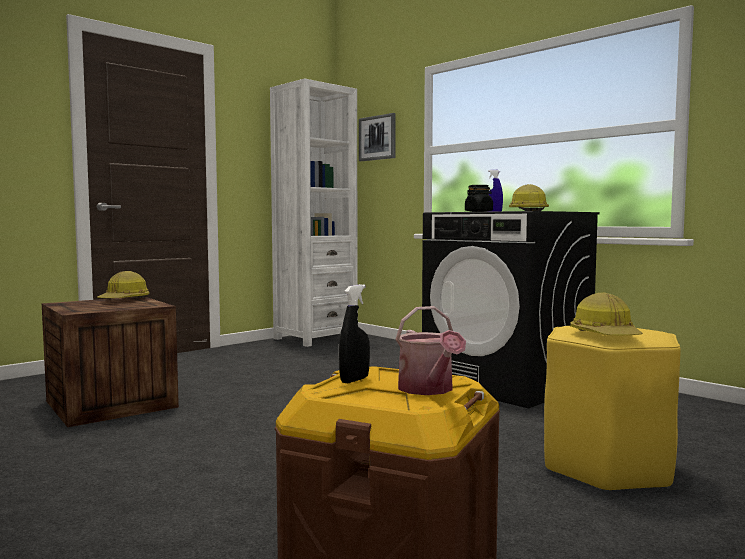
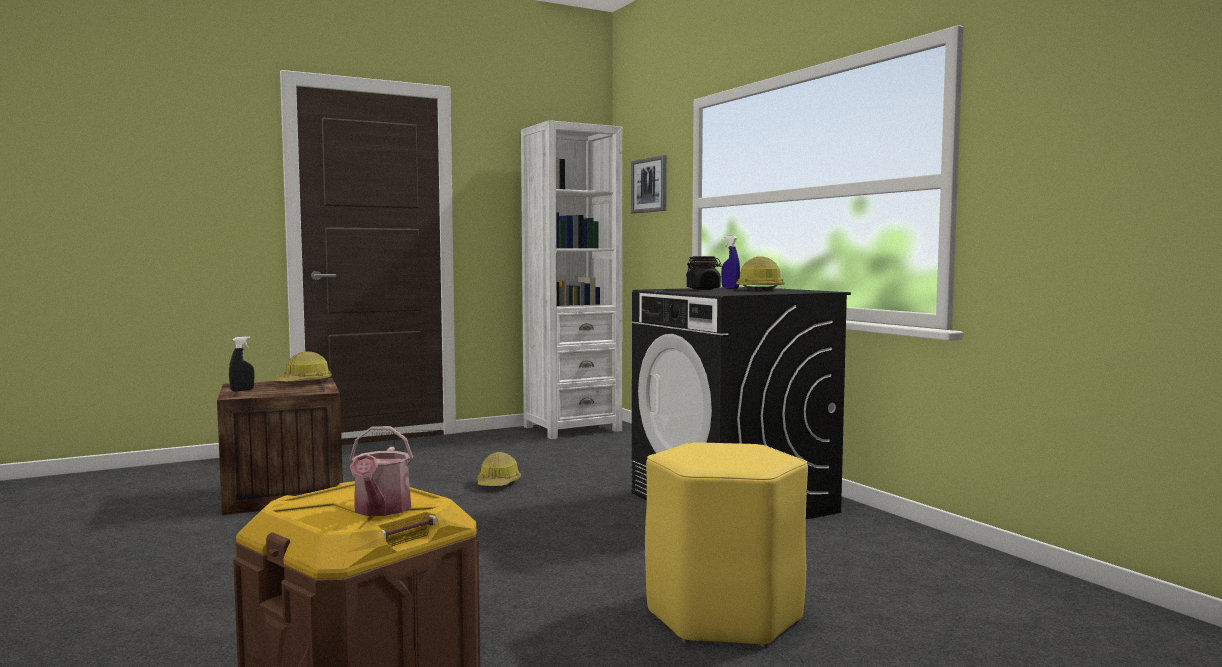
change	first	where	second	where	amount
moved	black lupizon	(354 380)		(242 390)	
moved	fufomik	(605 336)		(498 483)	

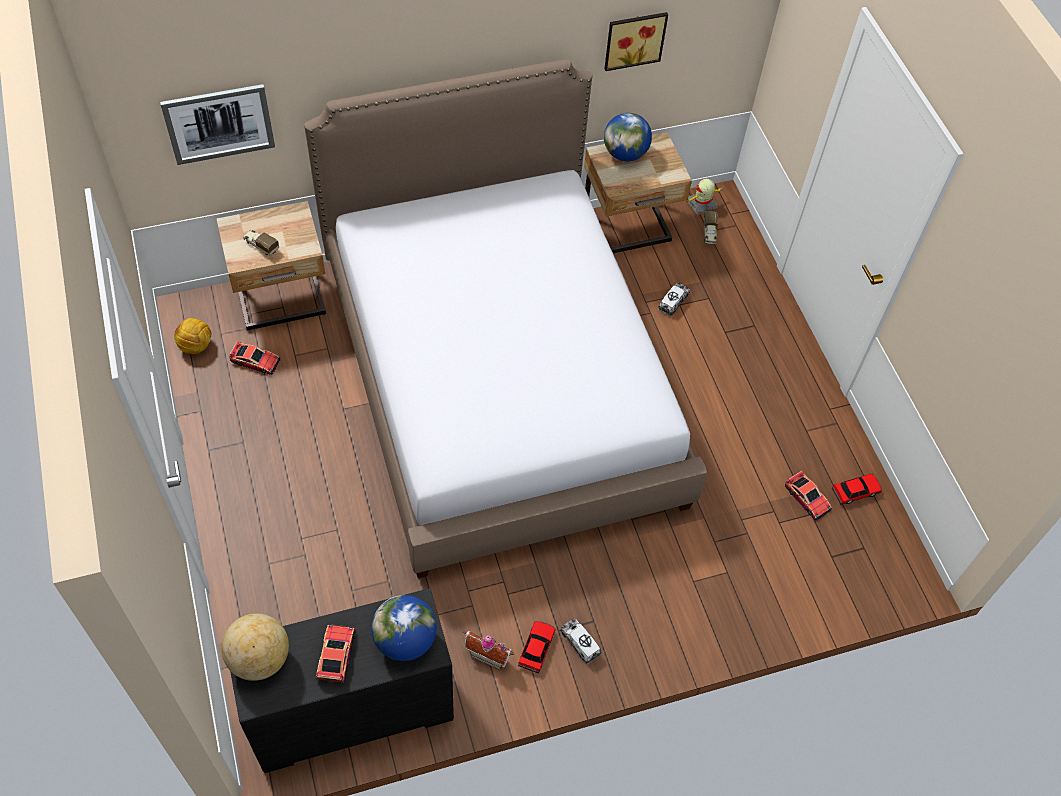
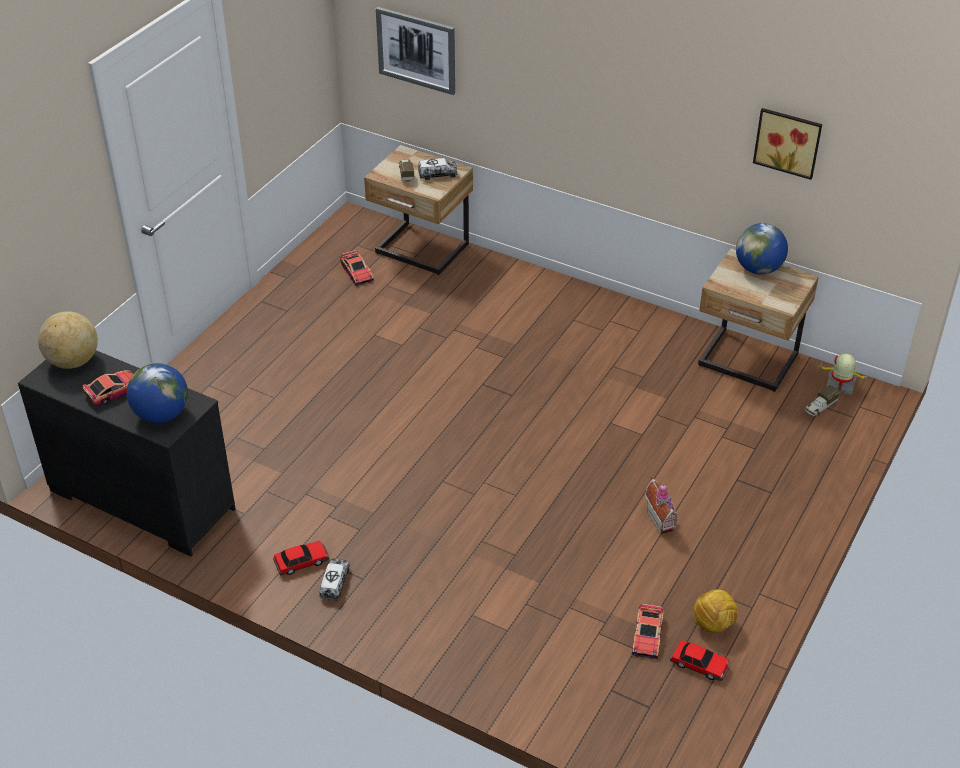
change	first	where	second	where	amount
moved	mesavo	(673 302)		(437 174)	
moved	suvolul	(489 654)		(662 520)	
moved	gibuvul	(196 346)		(713 624)	
removed	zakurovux	(500 381)			

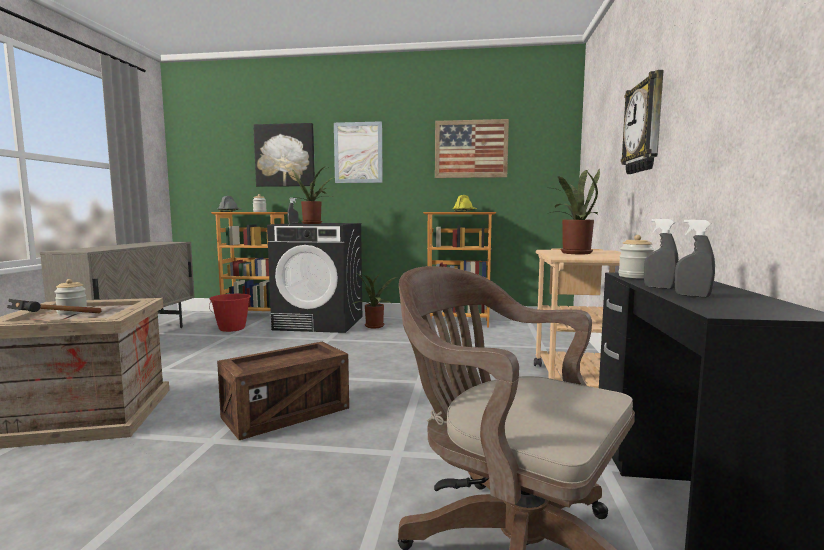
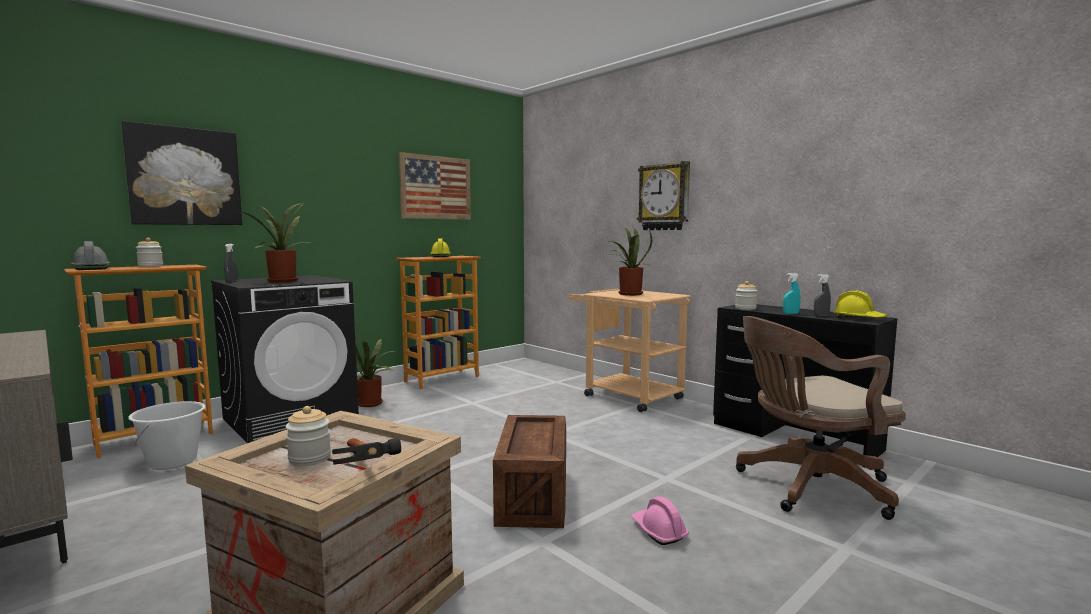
change	first	where	second	where	amount
recoloured	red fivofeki	(232 328)	white fivofeki	(173 462)	
added			pink fufomik	(658 531)	
recoloured	grey lupizon	(659 288)	turquoise lupizon	(791 313)	
added			yellow fufomik	(858 318)	
removed	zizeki	(358 152)			

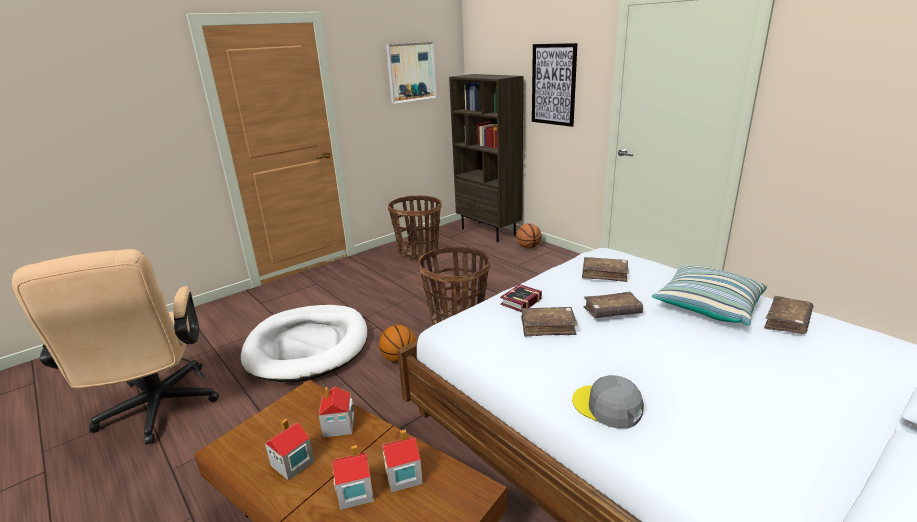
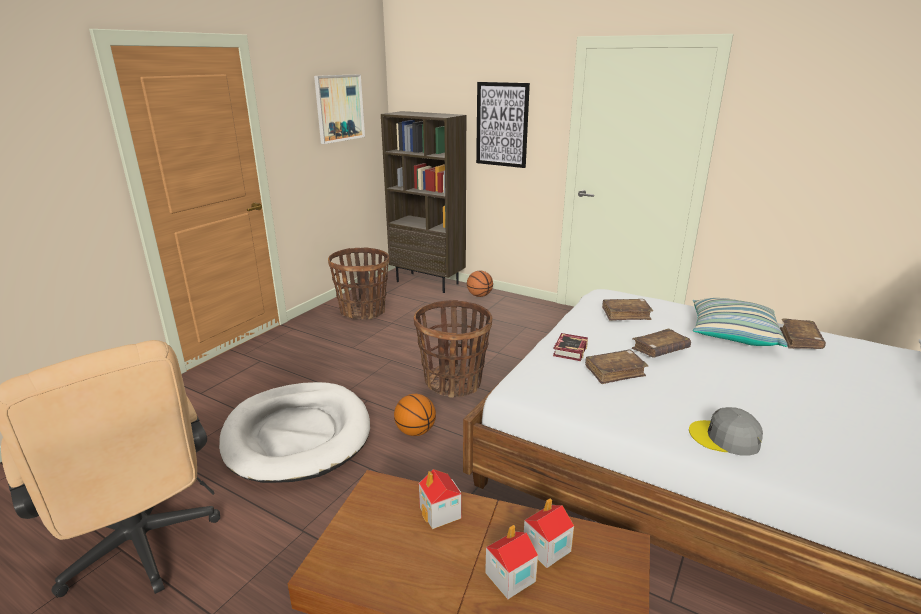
change	first	where	second	where	amount
removed	suvolul	(292 464)			

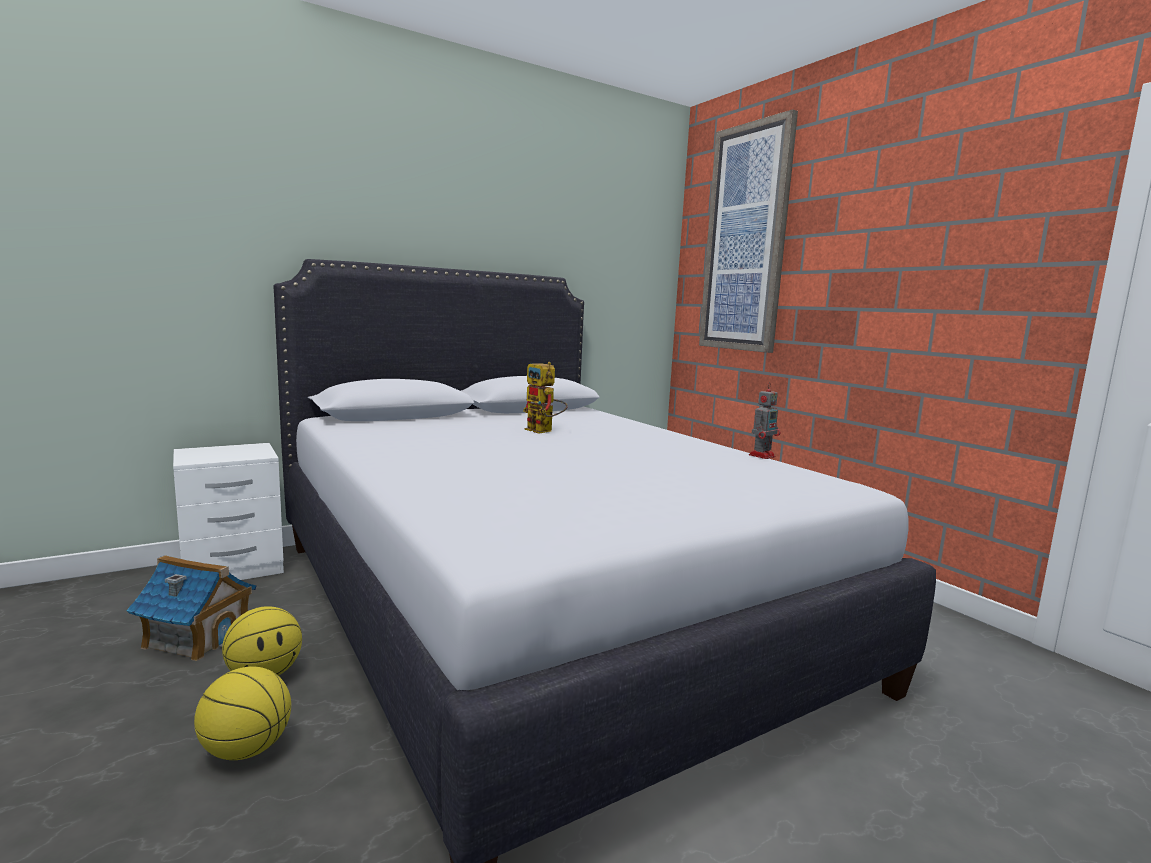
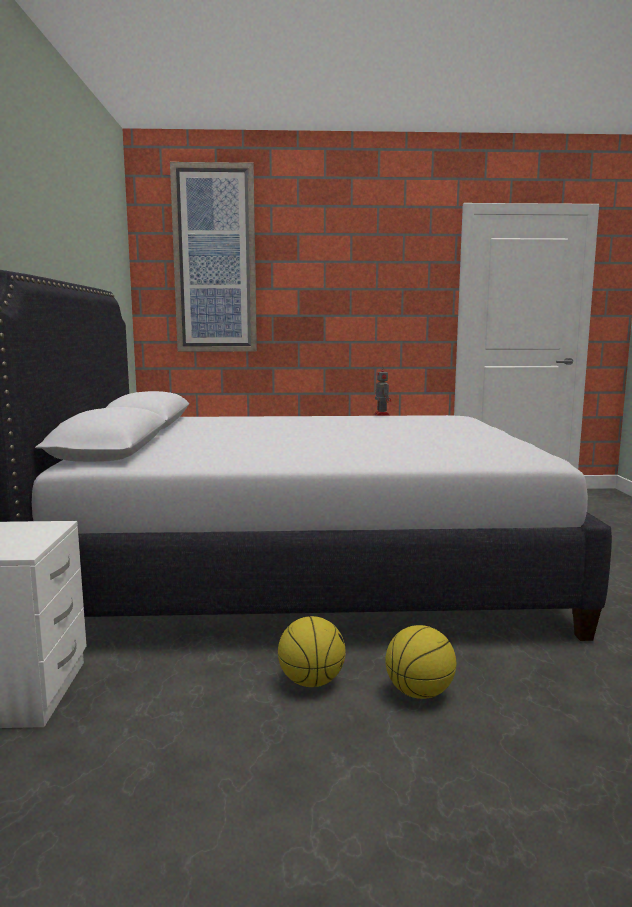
change	first	where	second	where	amount
removed	suvolul	(198 637)			
removed	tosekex	(544 431)			

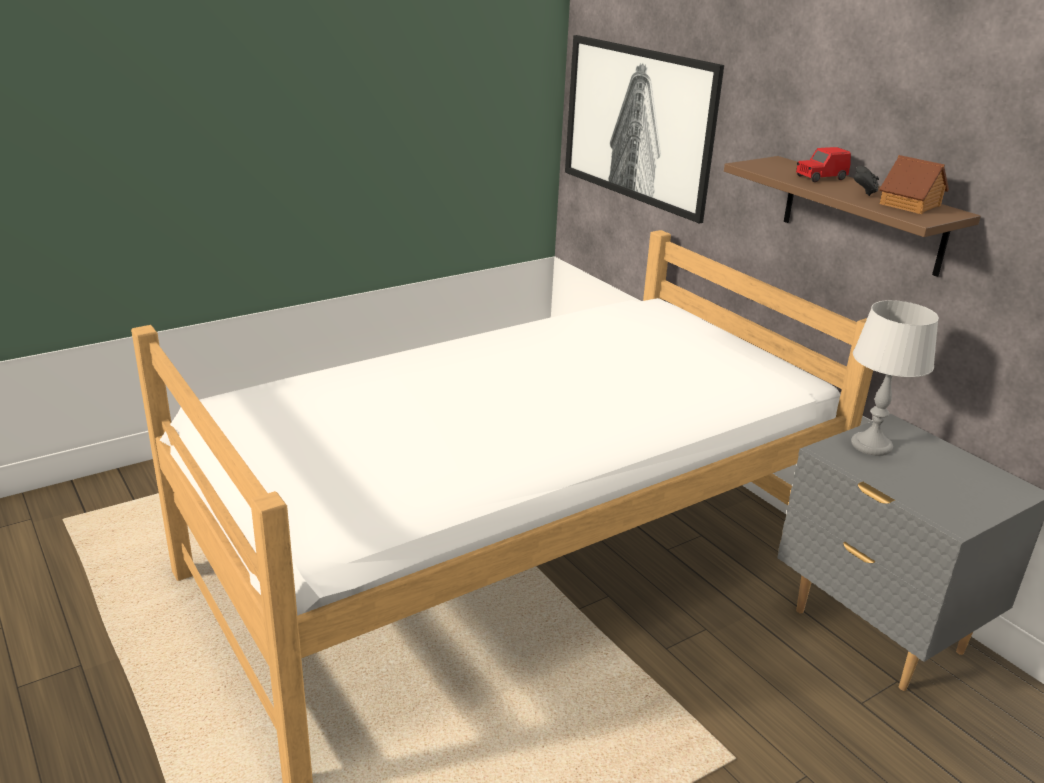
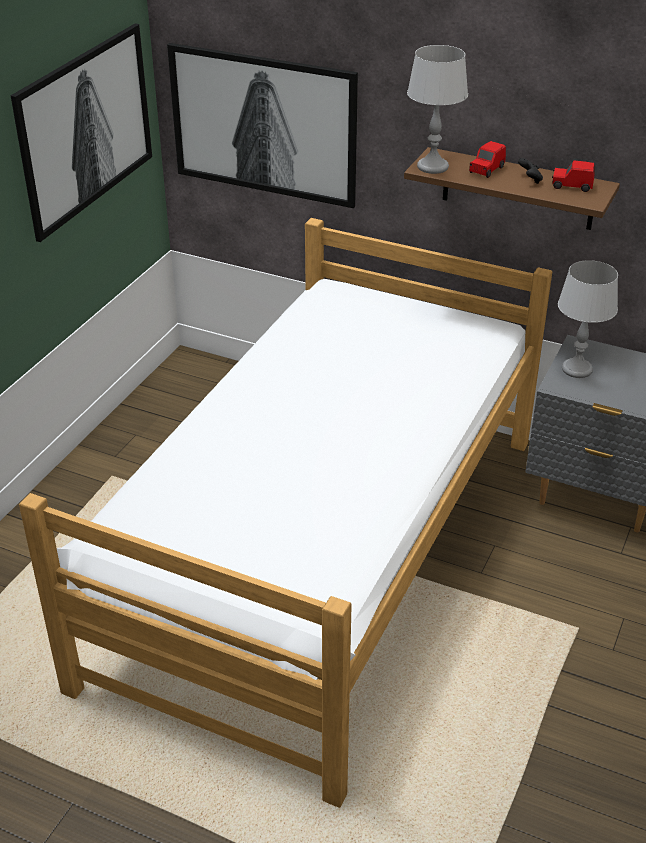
change	first	where	second	where	amount
added			zizeki	(84 128)	
added			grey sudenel	(433 167)	
replaced	suvolul	(911 205)	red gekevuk	(571 186)	

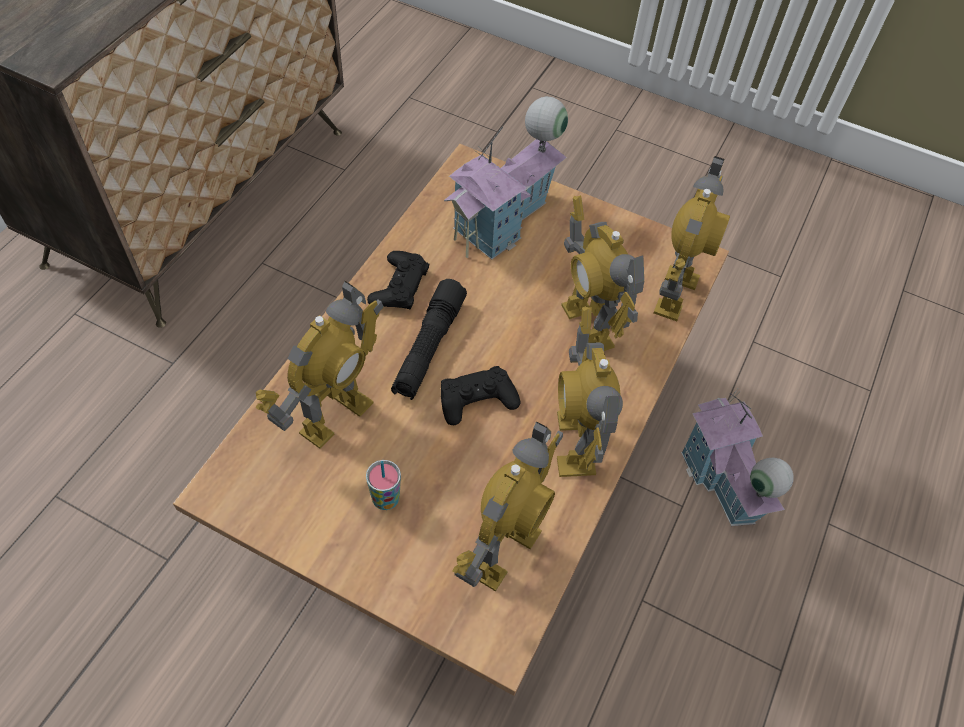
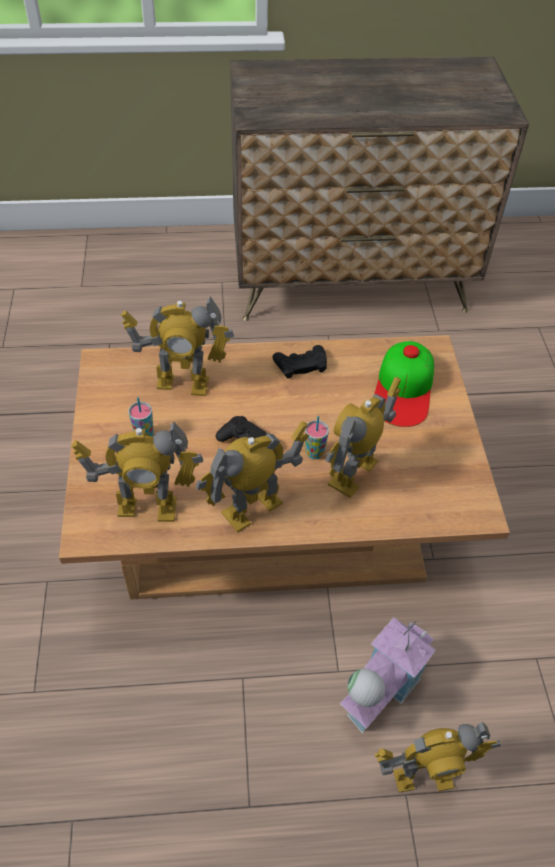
change	first	where	second	where	amount
added			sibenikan	(314 453)	
replaced	suvolul	(504 221)	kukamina	(404 389)	
moved	tosekex	(674 293)		(423 777)	
removed	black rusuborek	(428 347)			

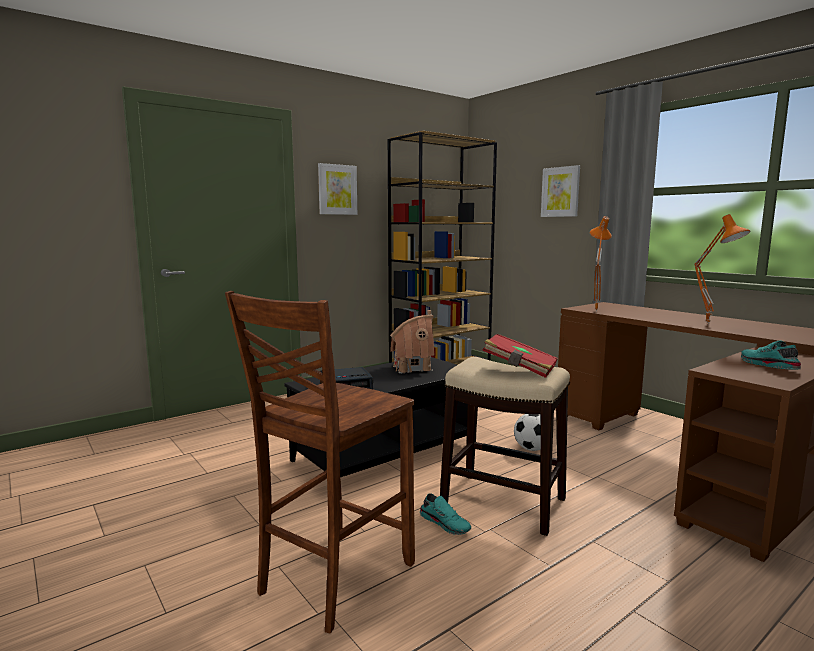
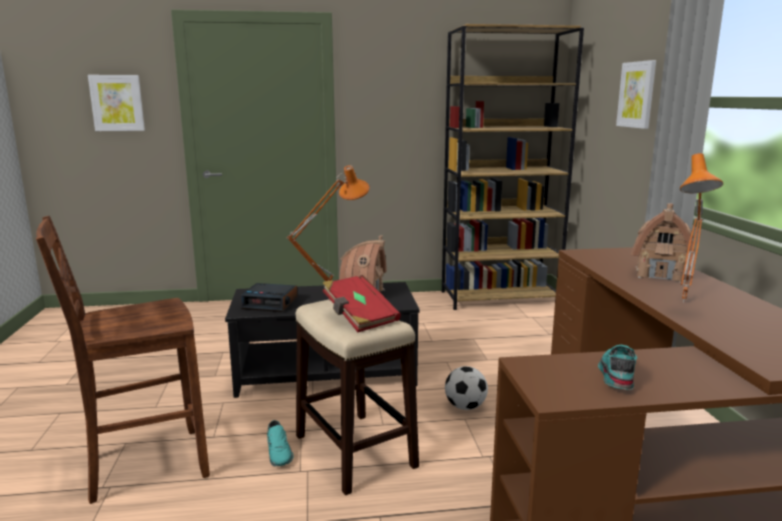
change	first	where	second	where	amount
moved	zizeki	(337 189)		(117 103)	
moved	orange sudenel	(594 311)		(330 299)	
added			suvolul	(659 274)	

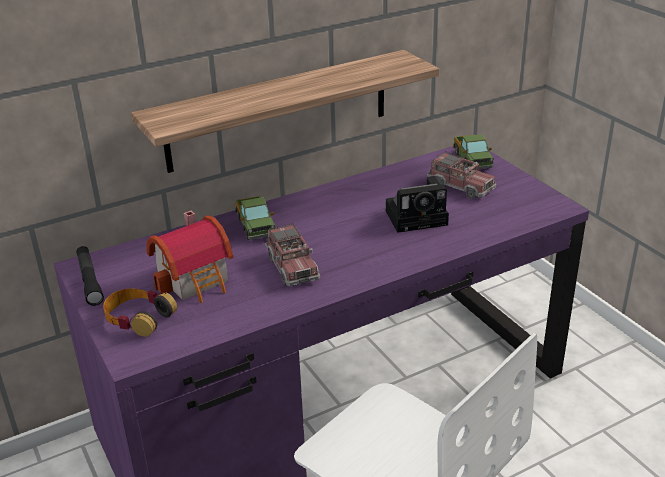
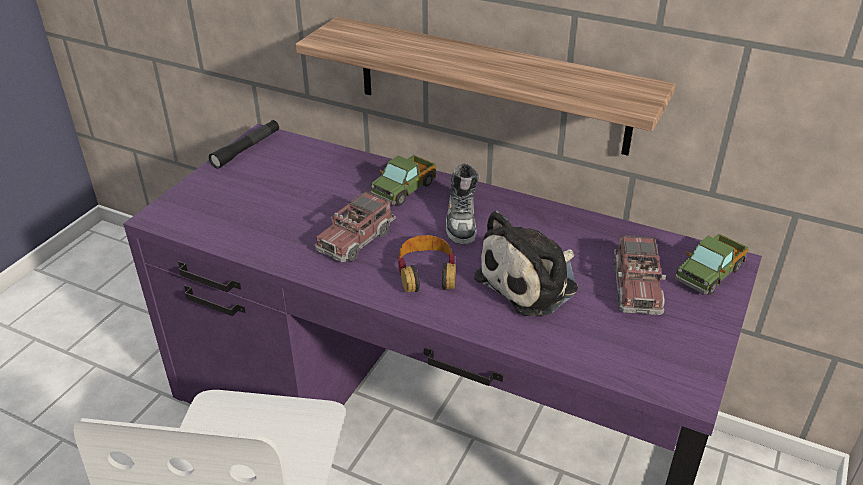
change	first	where	second	where	amount
moved	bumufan	(138 318)		(426 272)	
added			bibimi	(461 220)	
replaced	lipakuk	(418 217)	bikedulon	(531 282)	
removed	suvolul	(197 280)			

